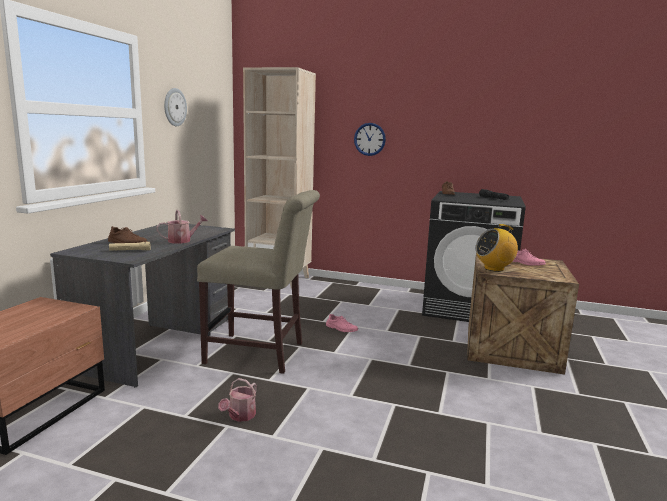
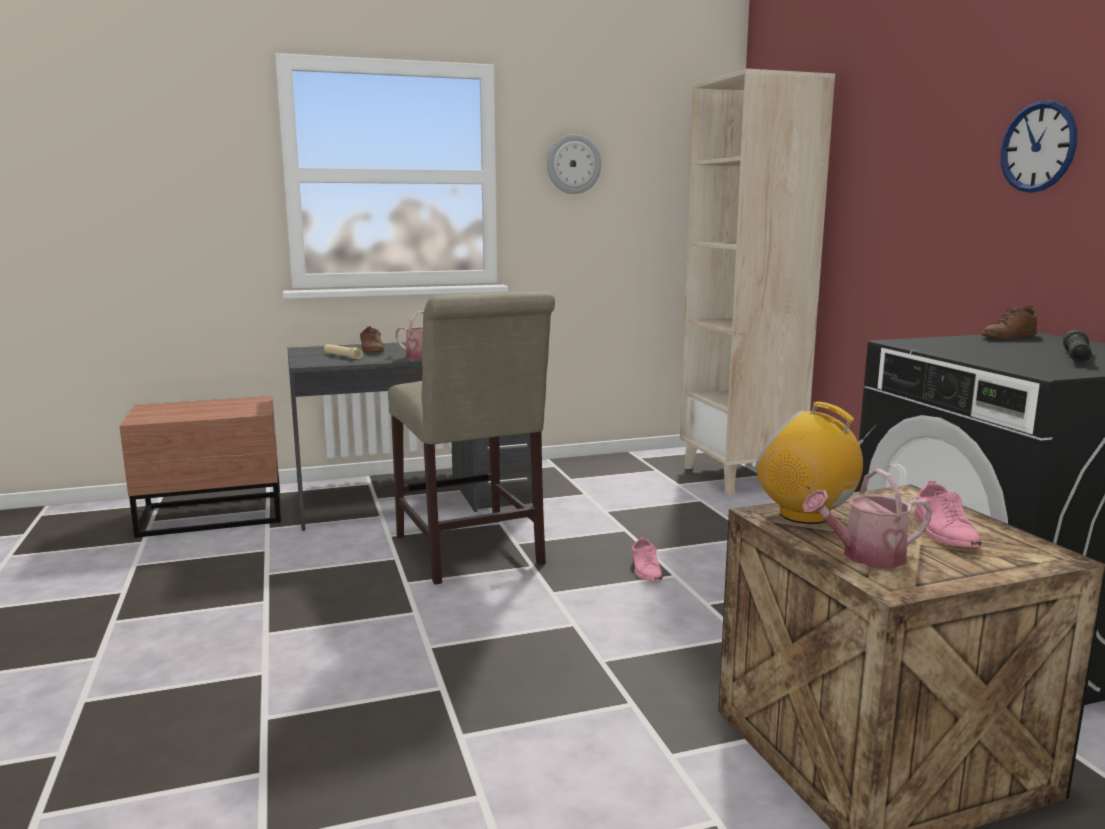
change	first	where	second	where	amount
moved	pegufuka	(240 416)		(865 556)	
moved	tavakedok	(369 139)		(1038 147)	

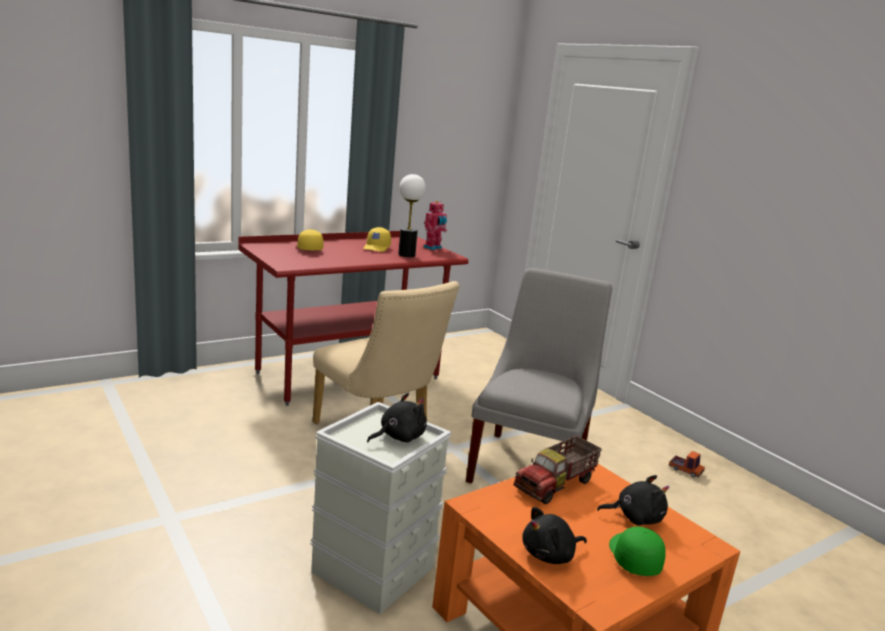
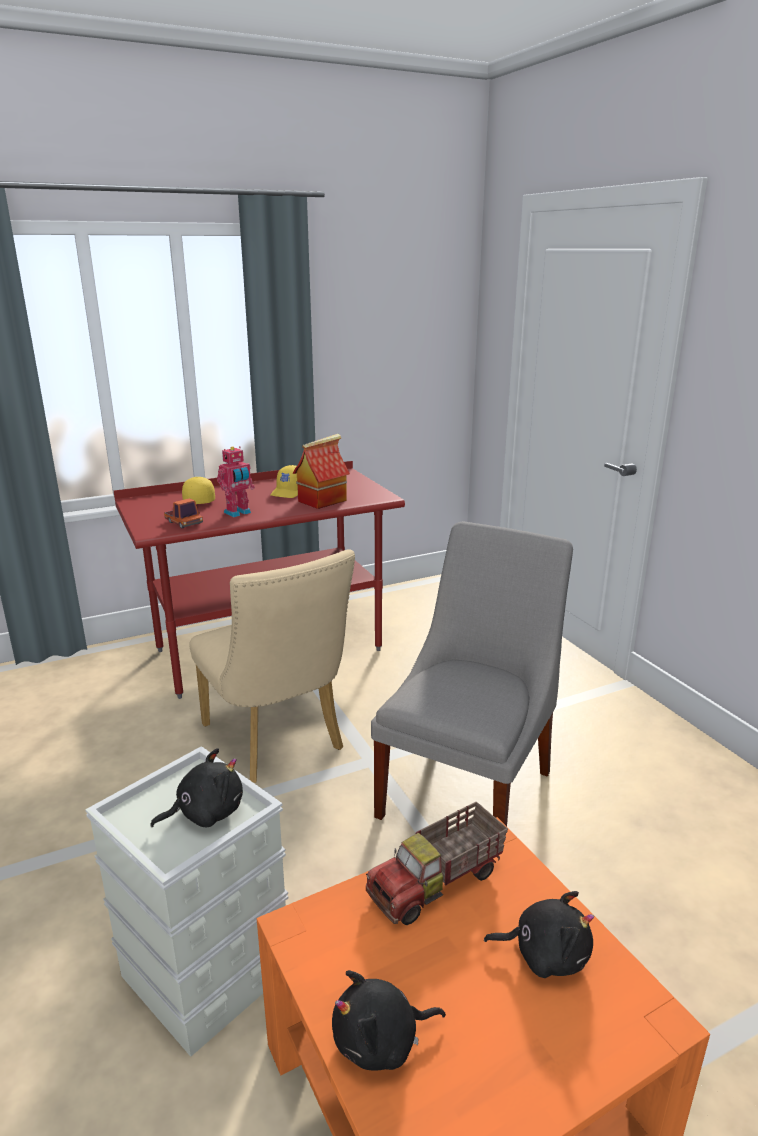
change	first	where	second	where	amount
moved	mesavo	(685 470)		(184 523)	
moved	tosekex	(433 248)		(238 513)	
replaced	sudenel	(406 255)	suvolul	(322 500)	
removed	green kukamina	(633 557)			

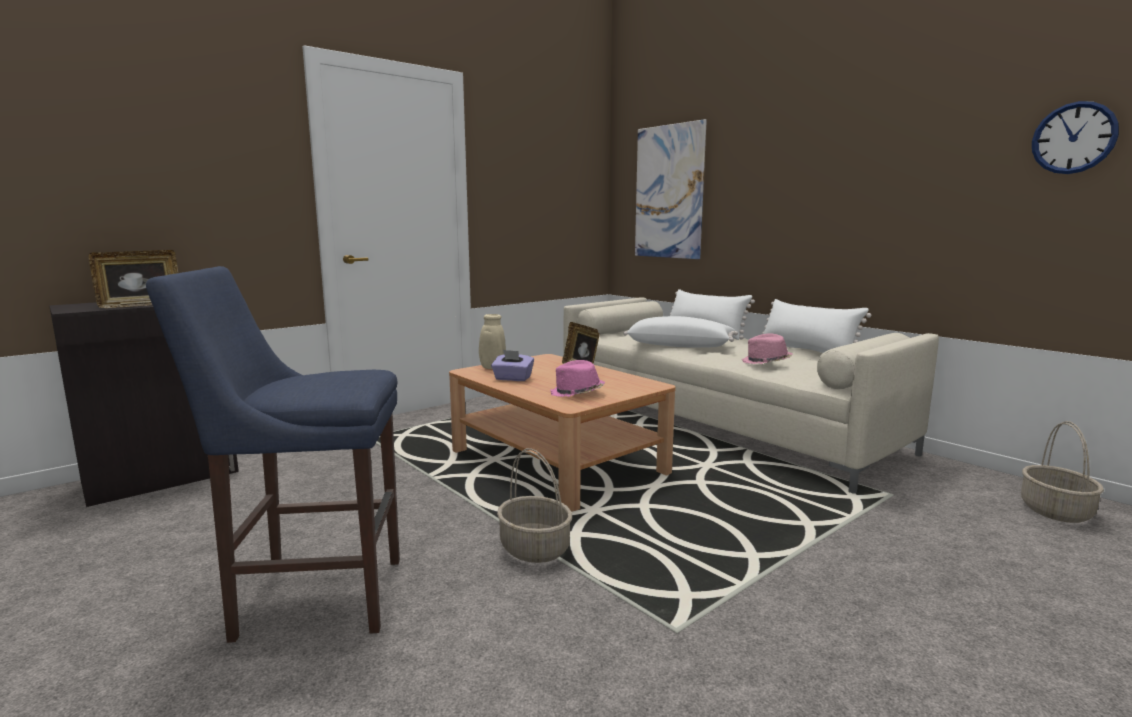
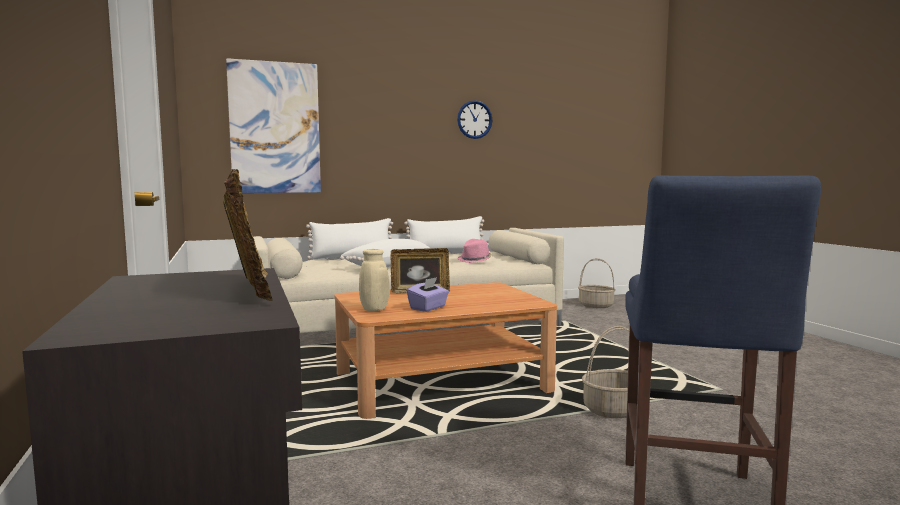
change	first	where	second	where	amount
moved	tavakedok	(1073 138)		(474 119)	
removed	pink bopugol	(576 393)			

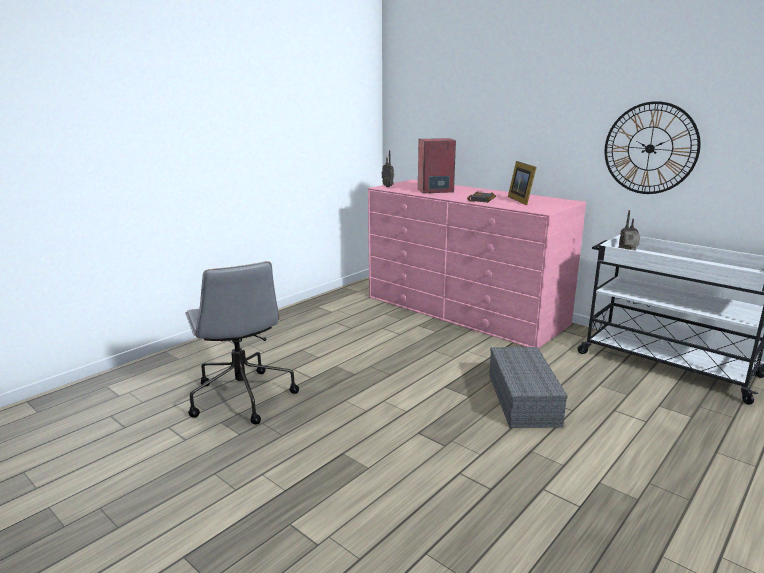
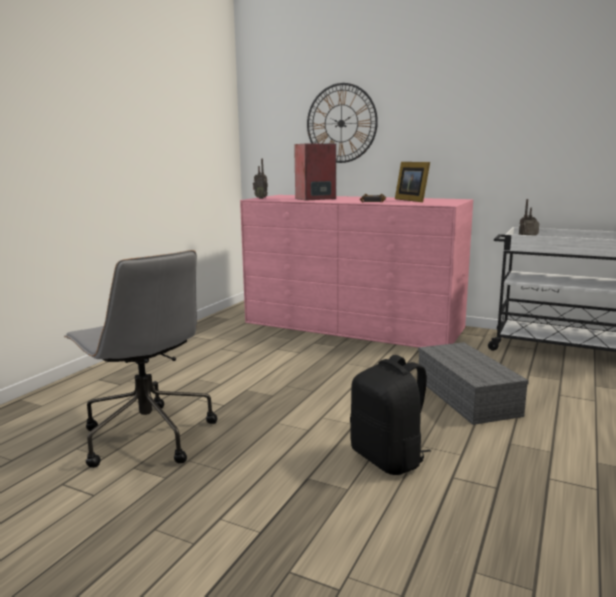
change	first	where	second	where	amount
moved	tavakedok	(650 148)		(341 123)	
added			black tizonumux	(388 458)	

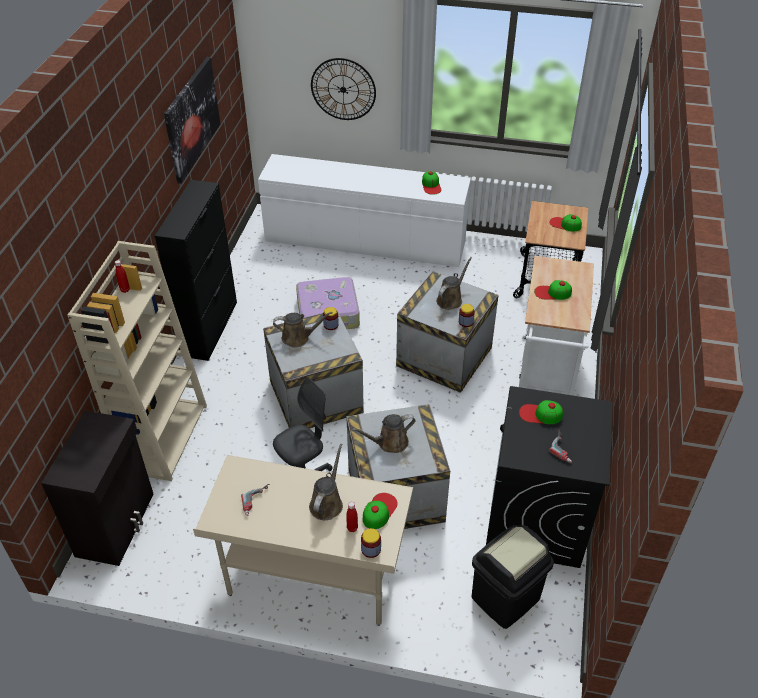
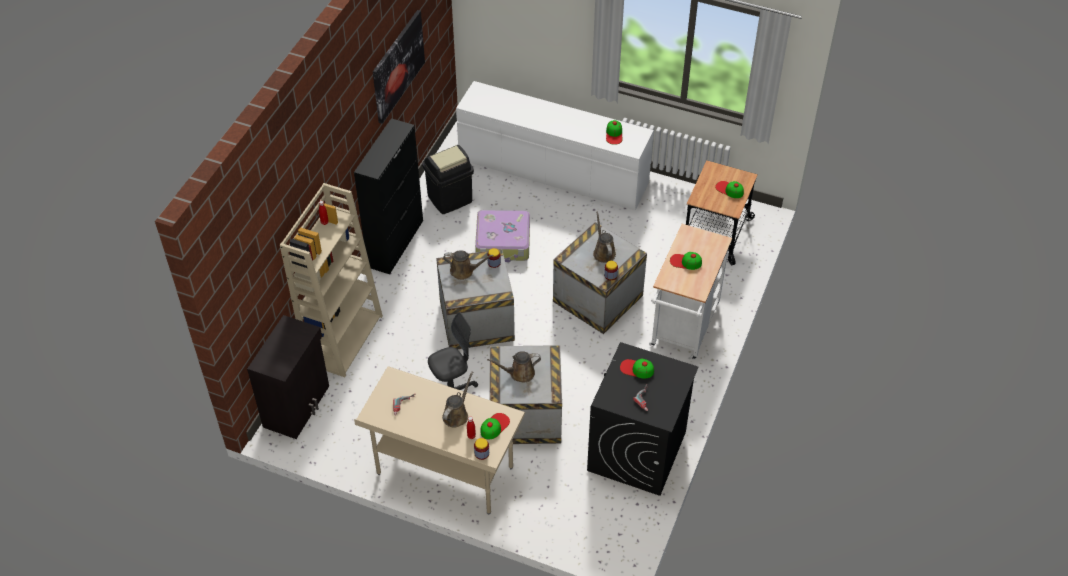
change	first	where	second	where	amount
moved	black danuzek	(506 598)		(450 199)	
turned	brown pegufuka	(450 299)		(603 252)	60 degrees counterclockwise
removed	tavakedok	(343 89)			

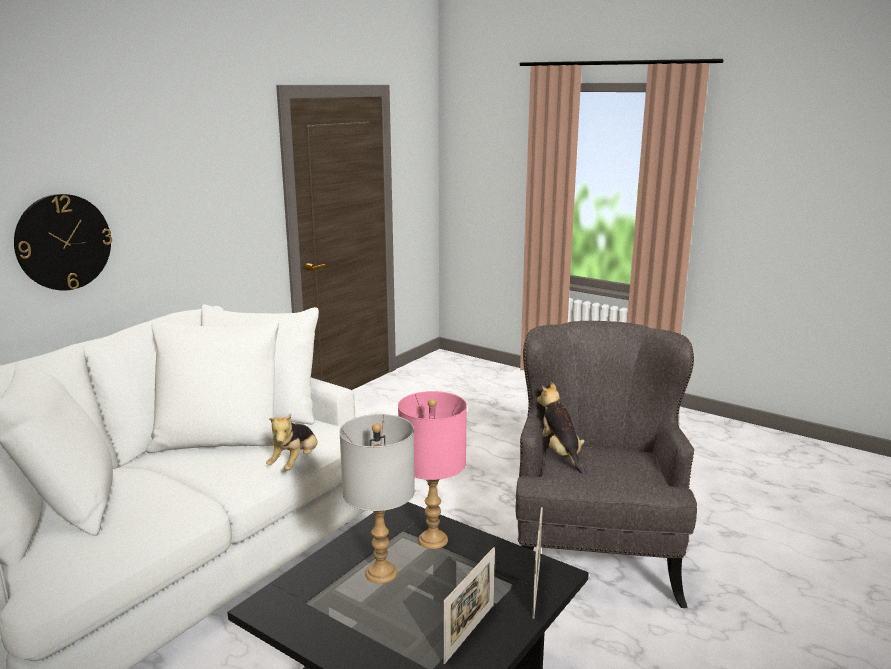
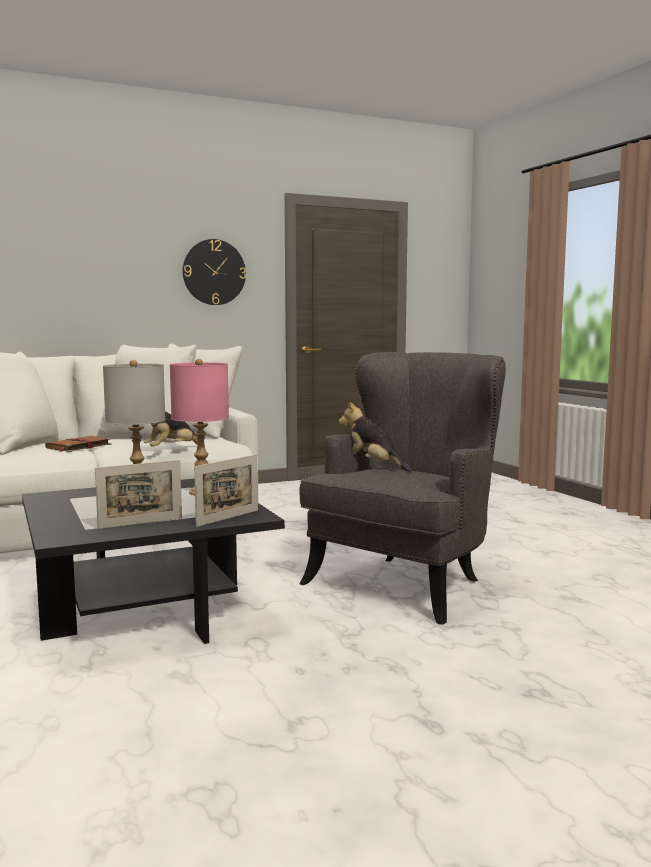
change	first	where	second	where	amount
added			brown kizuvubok	(78 446)	
moved	tavakedok	(63 242)		(214 272)	
turned	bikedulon	(560 453)		(373 466)	60 degrees counterclockwise

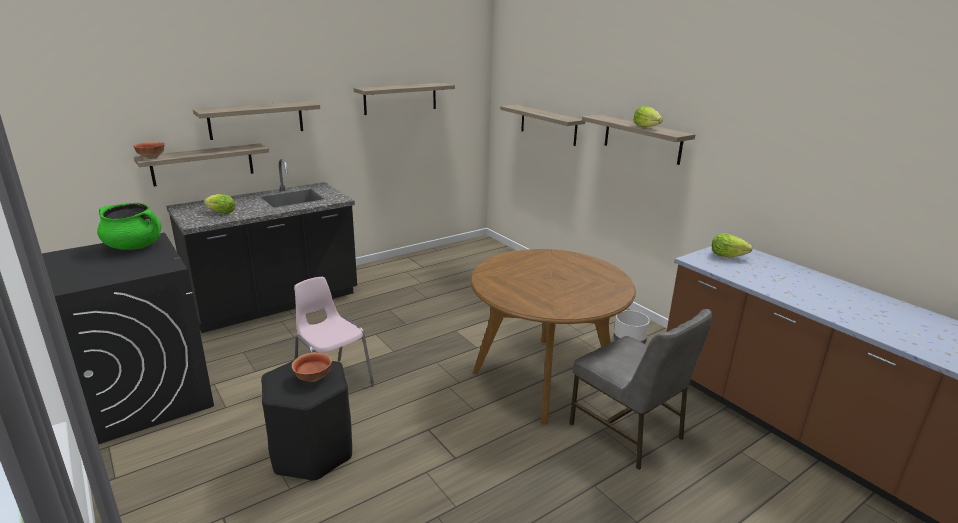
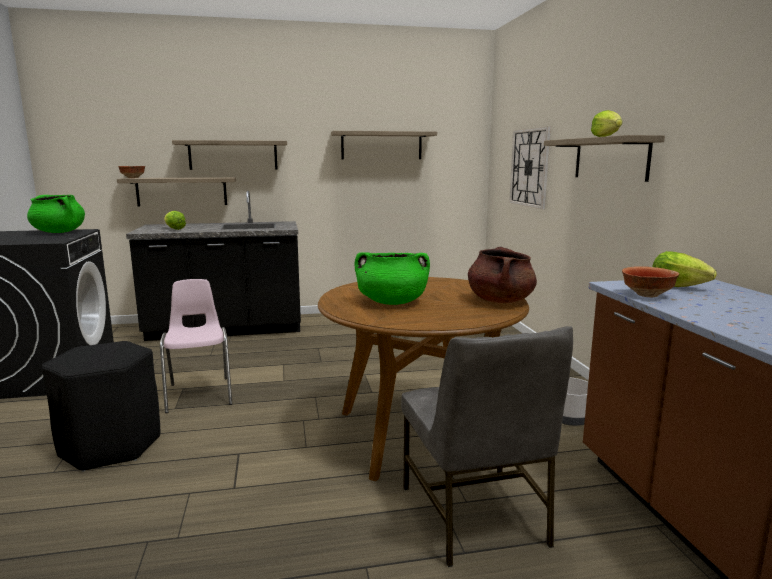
change	first	where	second	where	amount
added			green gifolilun	(392 302)	
added			brown gifolilun	(500 300)	
replaced	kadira	(548 125)	tavakedok	(529 167)	
moved	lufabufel	(313 378)		(647 295)	

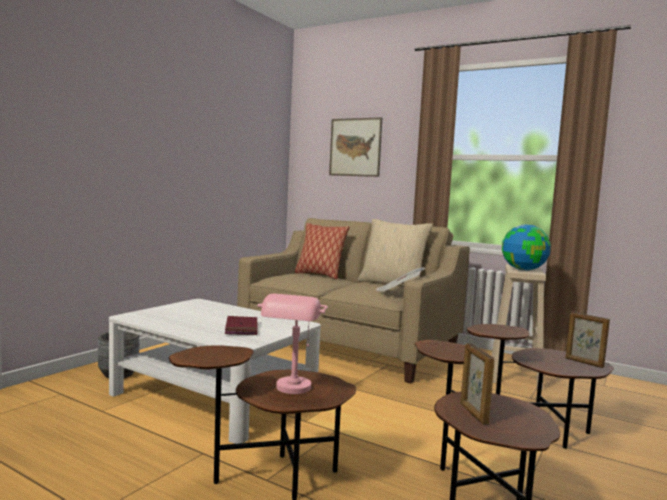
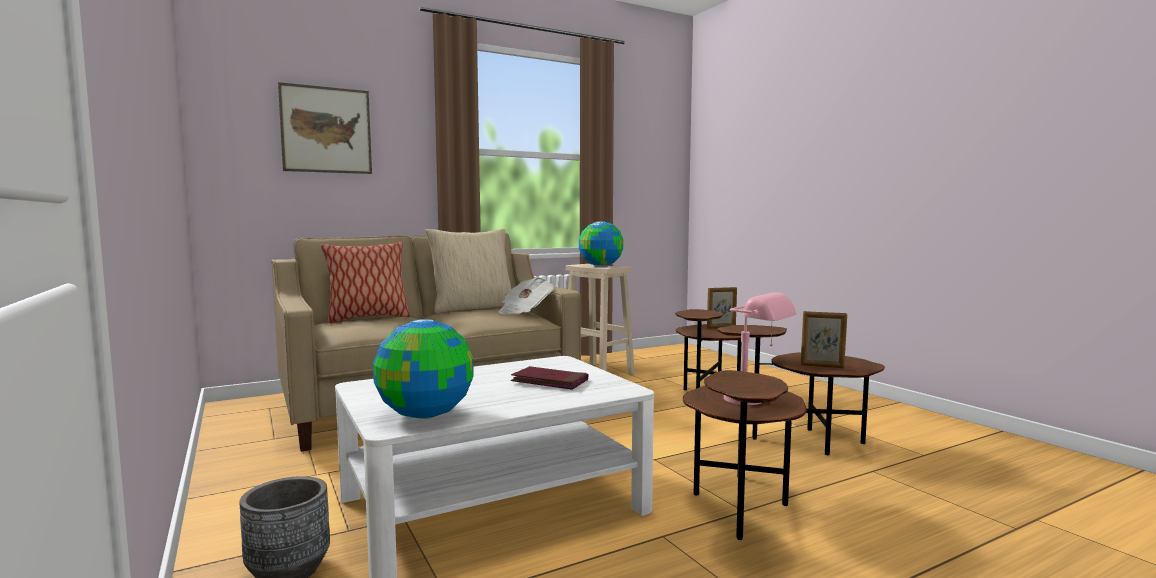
change	first	where	second	where	amount
added			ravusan	(426 415)	

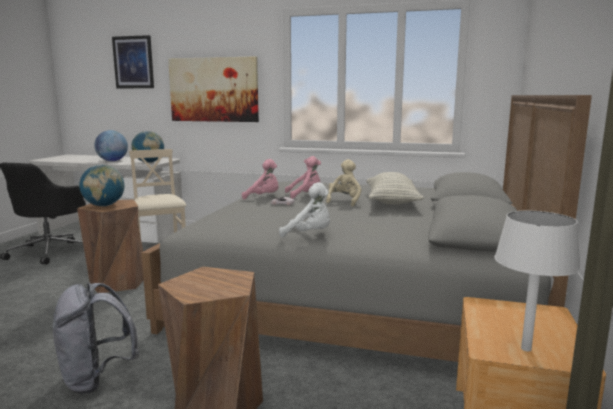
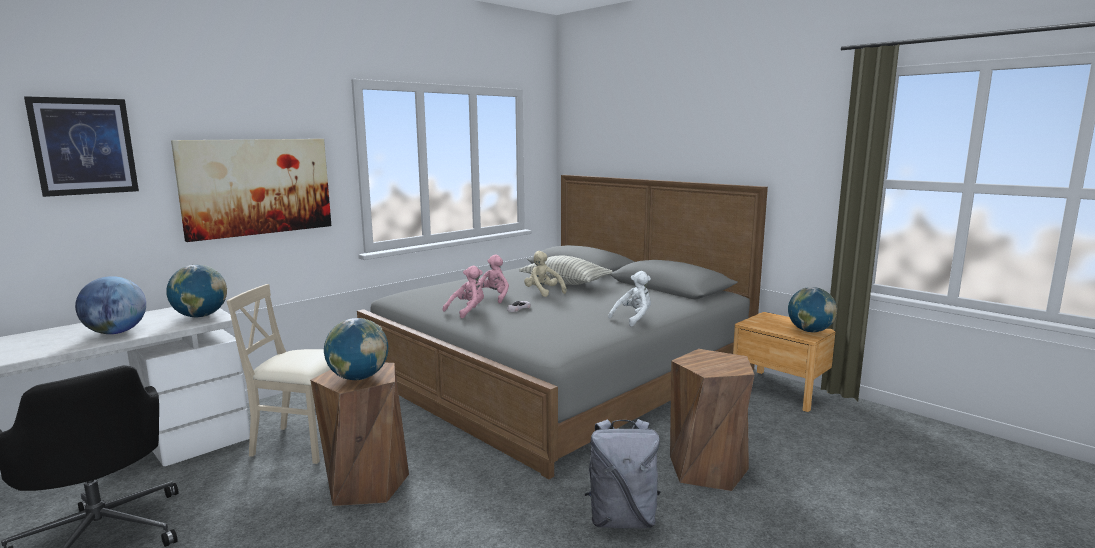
change	first	where	second	where	amount
replaced	white sudenel	(526 349)	ravusan	(809 331)	

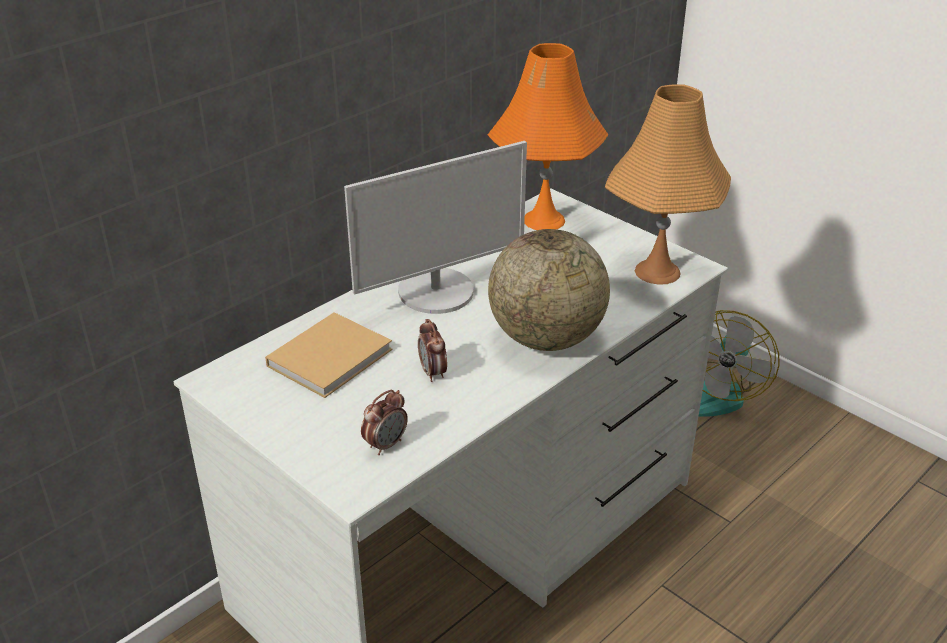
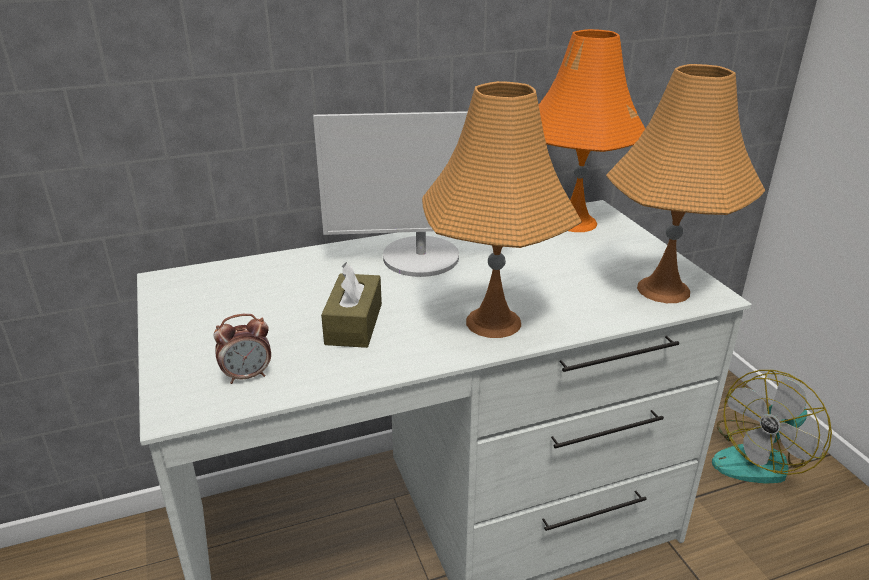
change	first	where	second	where	amount
replaced	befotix	(433 373)	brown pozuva	(354 324)	
replaced	ravusan	(546 338)	orange sudenel	(493 322)	
removed	beige kizuvubok	(332 356)			

